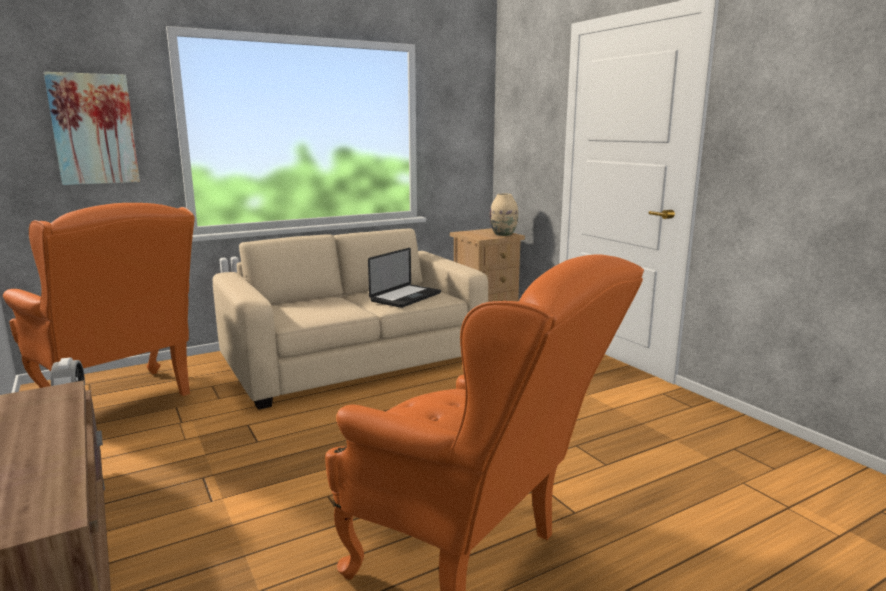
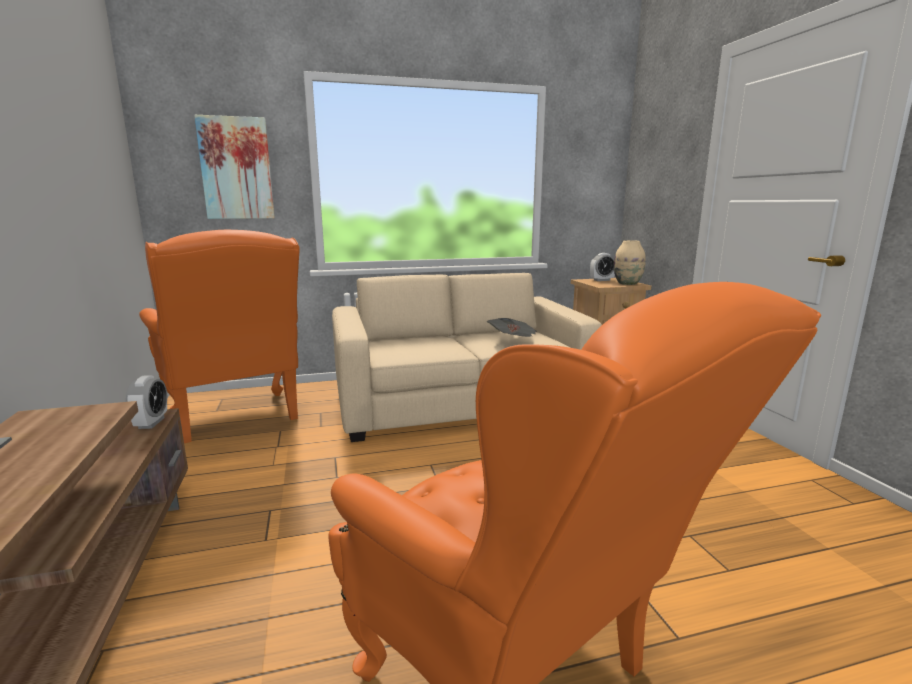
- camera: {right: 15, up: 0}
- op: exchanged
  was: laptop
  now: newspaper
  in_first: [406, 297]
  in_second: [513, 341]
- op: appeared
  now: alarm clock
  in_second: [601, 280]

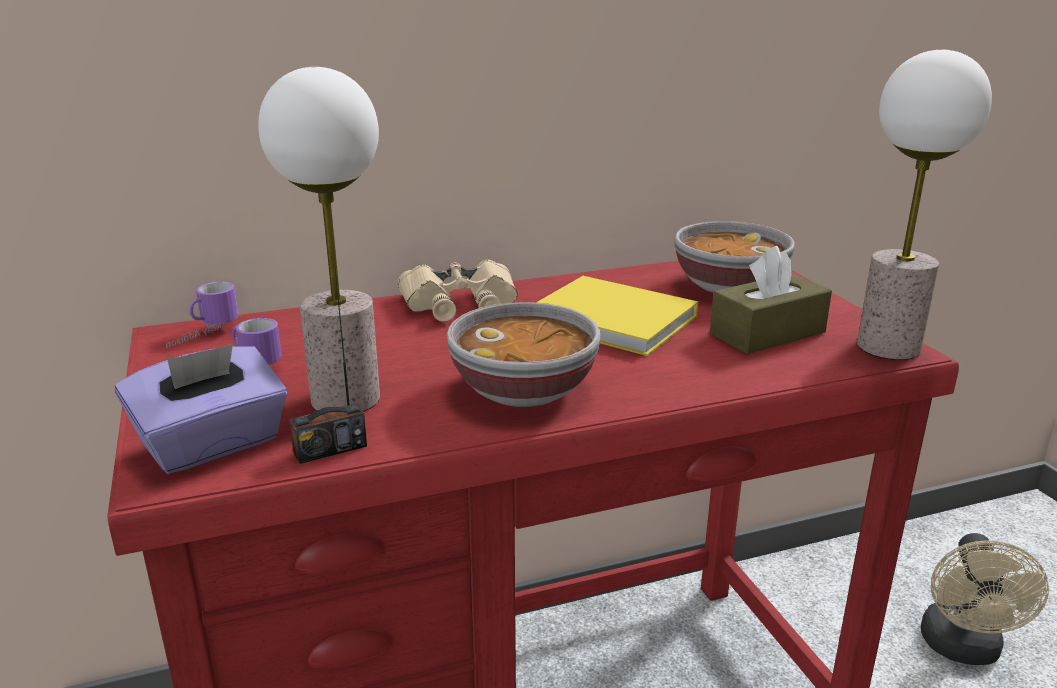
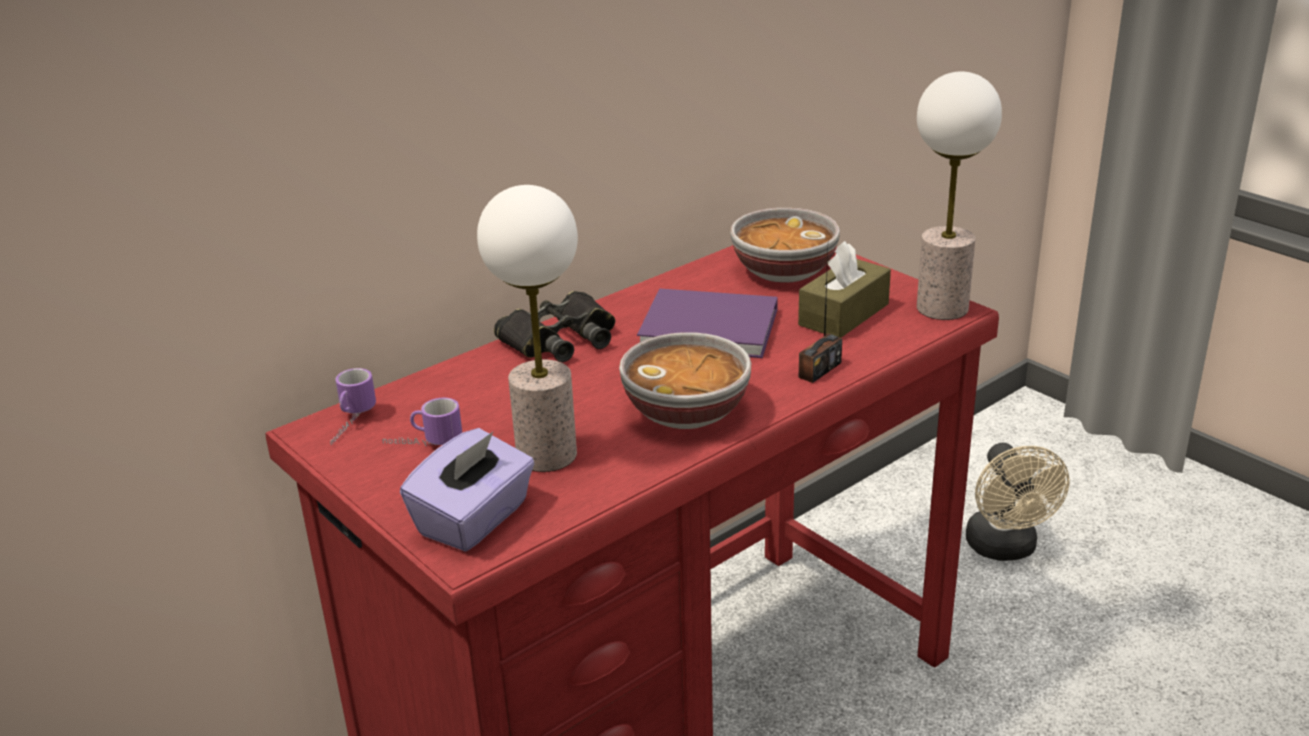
- camera: {right: -20, up: 5}
- op: colour
  was: beige binoculars
  now: black binoculars
  in_first: [460, 303]
  in_second: [560, 339]
- op: relocated
  was: radio
  in_first: [330, 449]
  in_second: [819, 370]
- op: colour
  was: yellow book
  now: purple book
  in_first: [616, 321]
  in_second: [713, 329]

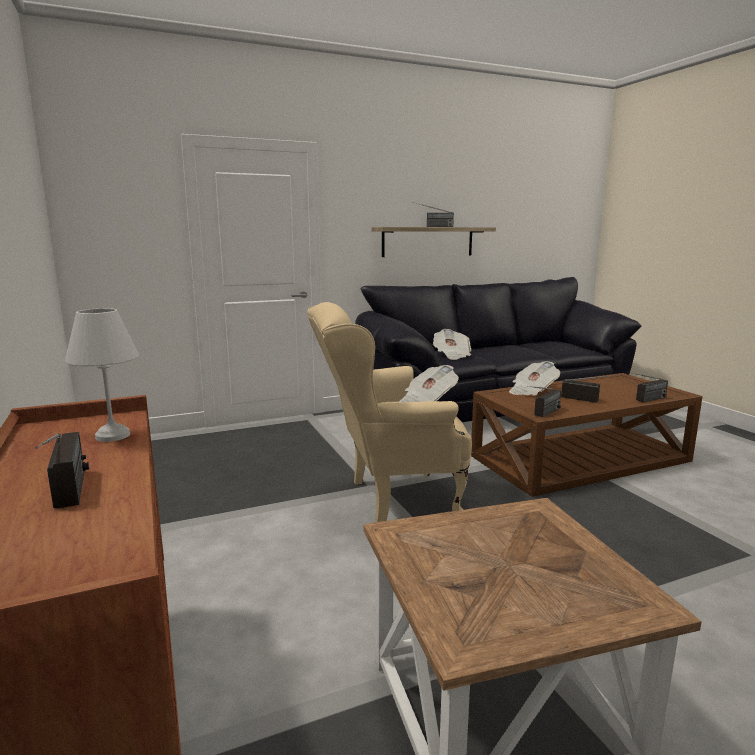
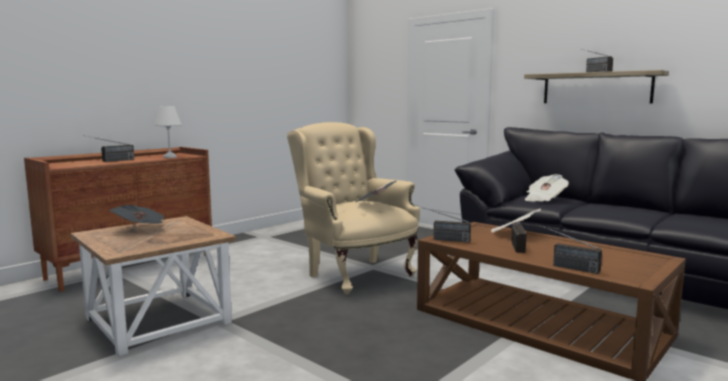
- camera: {right: 65, up: -5}
- op: appeared
  now: newspaper
  in_second: [141, 229]

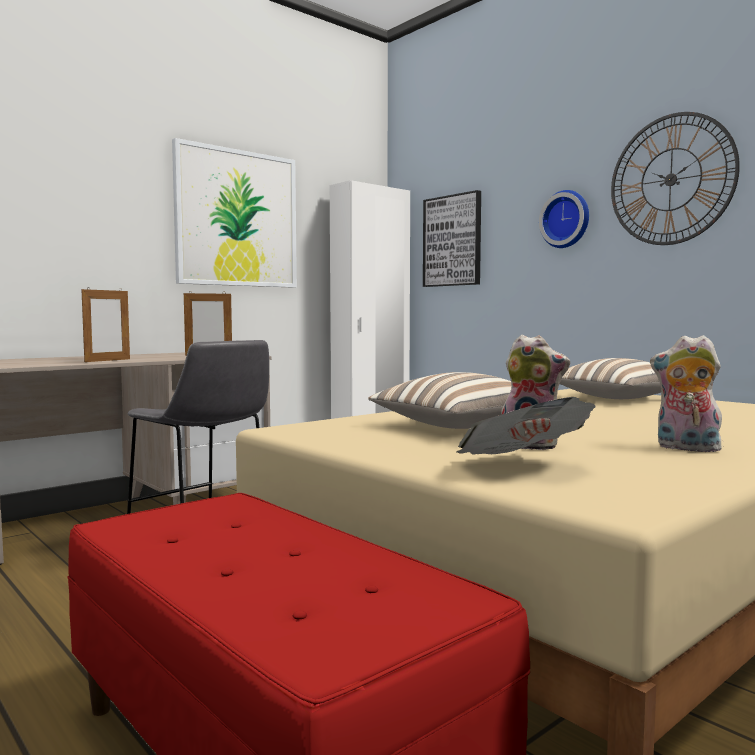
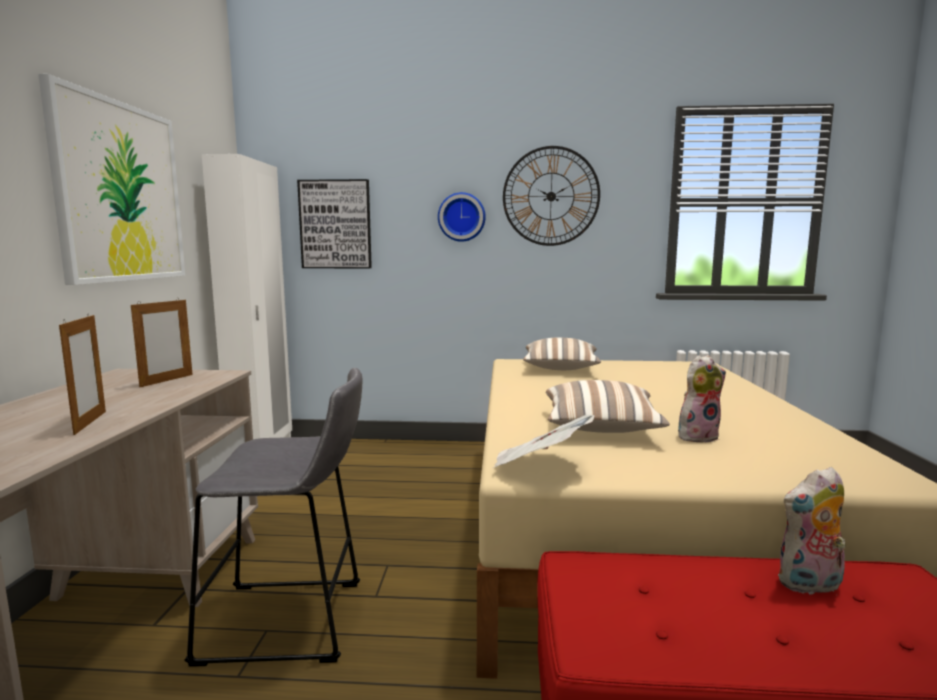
- camera: {right: -45, up: 5}
- op: relocated
  was: plush toy
  in_first: [685, 448]
  in_second: [810, 585]
- op: relocated
  was: newspaper
  in_first: [521, 467]
  in_second: [538, 467]

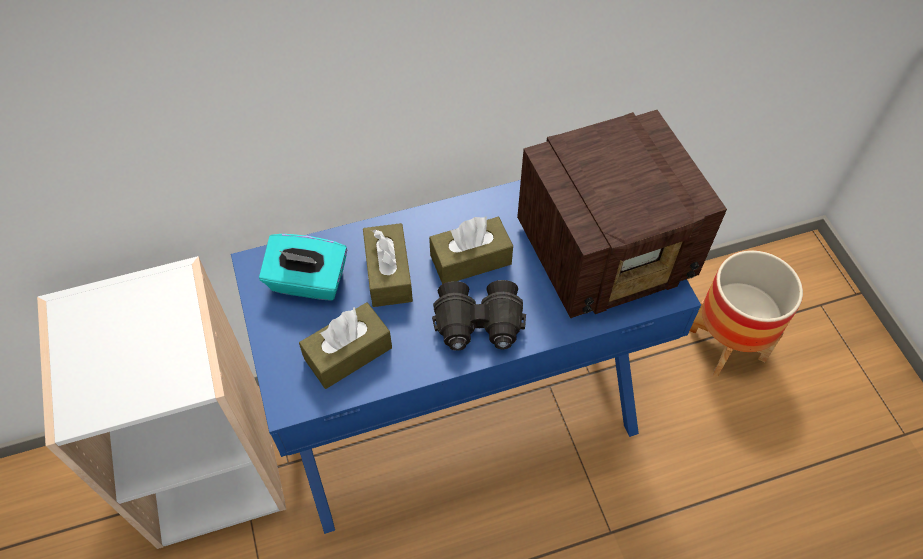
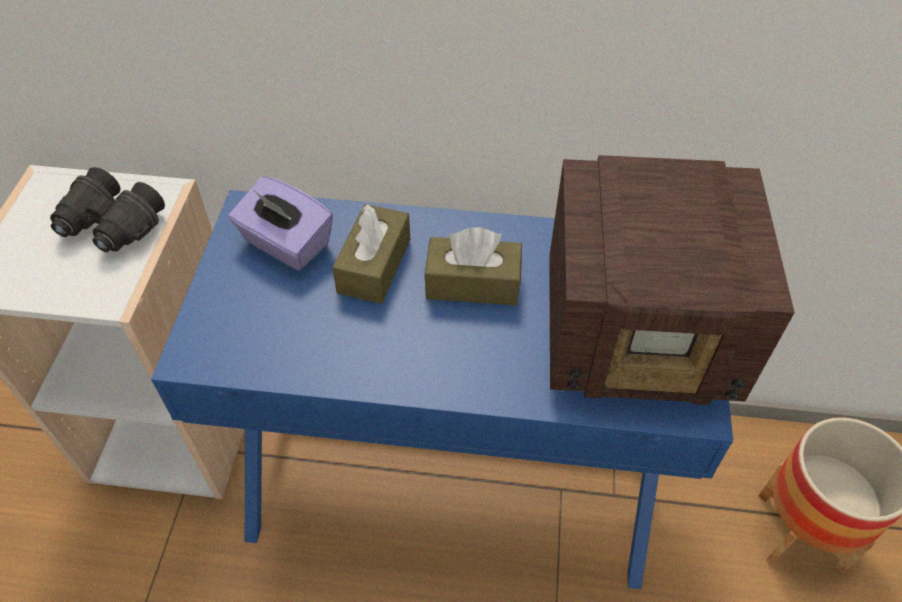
- camera: {right: 25, up: -5}
- op: colour
  was: turquoise tissue box
  now: purple tissue box
  in_first: [308, 282]
  in_second: [286, 244]
- op: relocated
  was: black binoculars
  in_first: [479, 325]
  in_second: [111, 226]
- op: missing
  was: brown tissue box
  in_first: [348, 353]

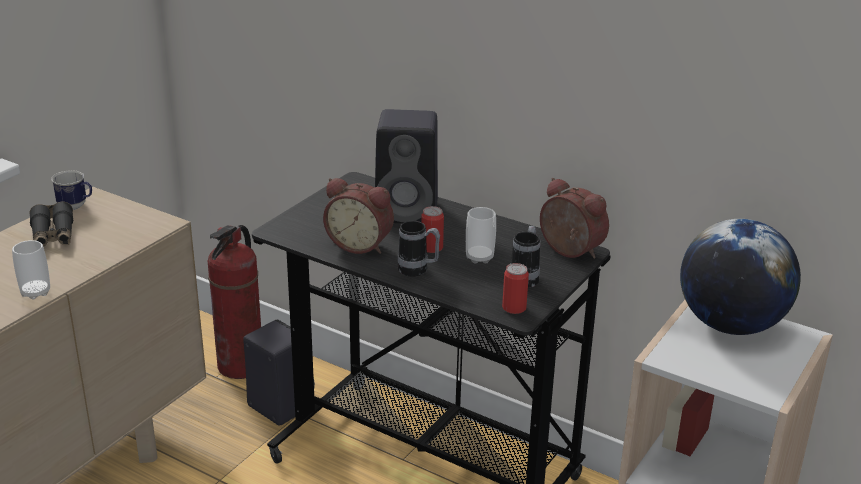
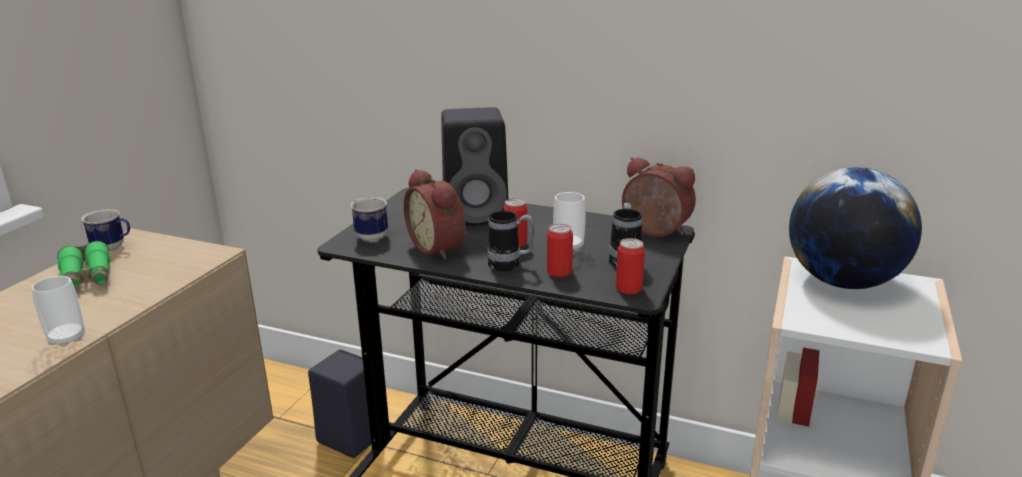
- camera: {right: -10, up: -5}
- op: spun
  was: alarm clock
  in_first: [360, 244]
  in_second: [439, 247]
  clockwise: 45
- op: colour
  was: black binoculars
  now: green binoculars
  in_first: [53, 235]
  in_second: [87, 277]
- op: missing
  was: fire extinguisher
  in_first: [240, 366]
- op: appeared
  now: mug
  in_second: [370, 235]
- op: appeared
  now: can
  in_second: [559, 272]

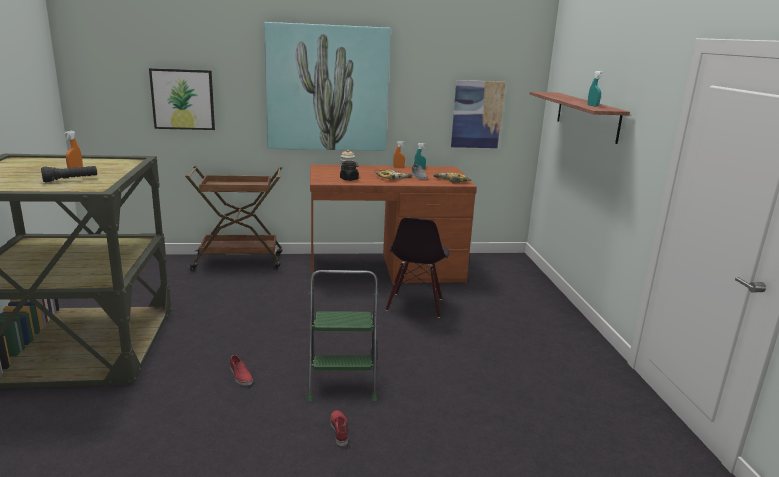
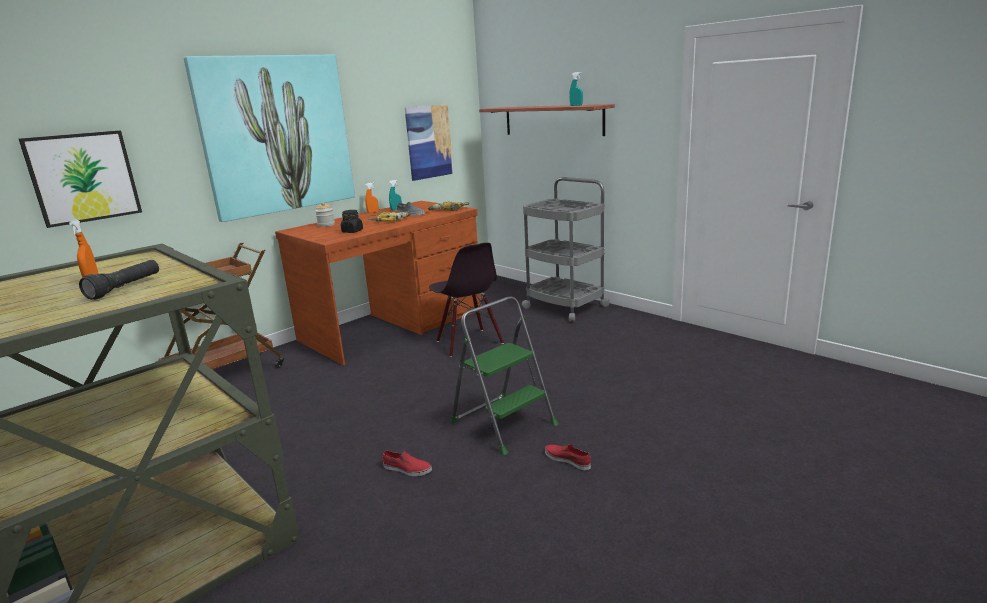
- camera: {right: -35, up: 0}
- op: appeared
  now: grey cart
  in_second: [564, 307]

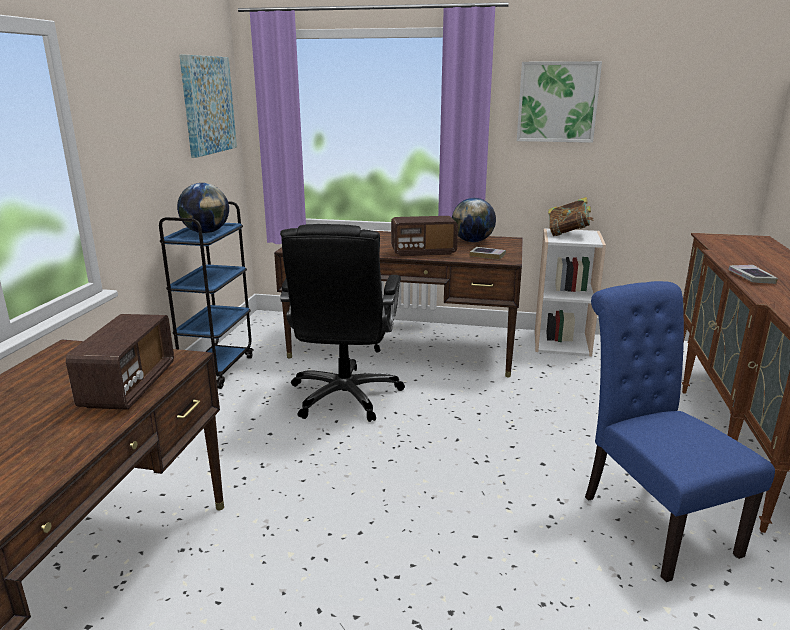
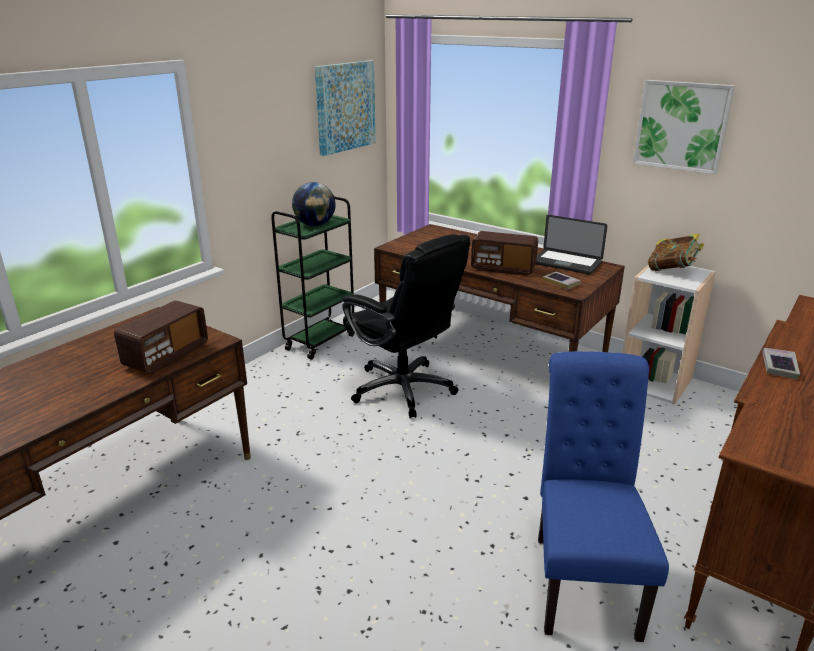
- camera: {right: 25, up: 5}
- op: exchanged
  was: globe
  now: laptop
  in_first: [472, 241]
  in_second: [566, 263]
- op: colour
  was: blue cart
  now: green cart
  in_first: [218, 370]
  in_second: [320, 342]
- op: spun
  was: black office chair
  in_first: [345, 395]
  in_second: [403, 388]
  clockwise: -75

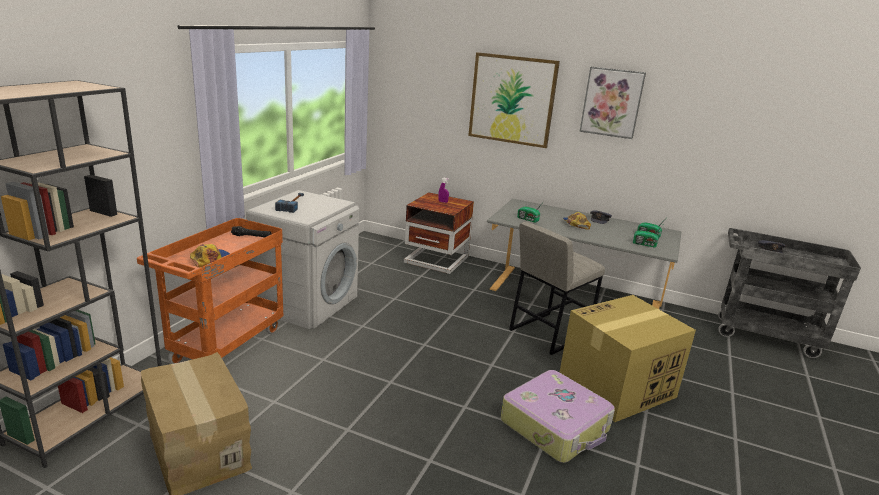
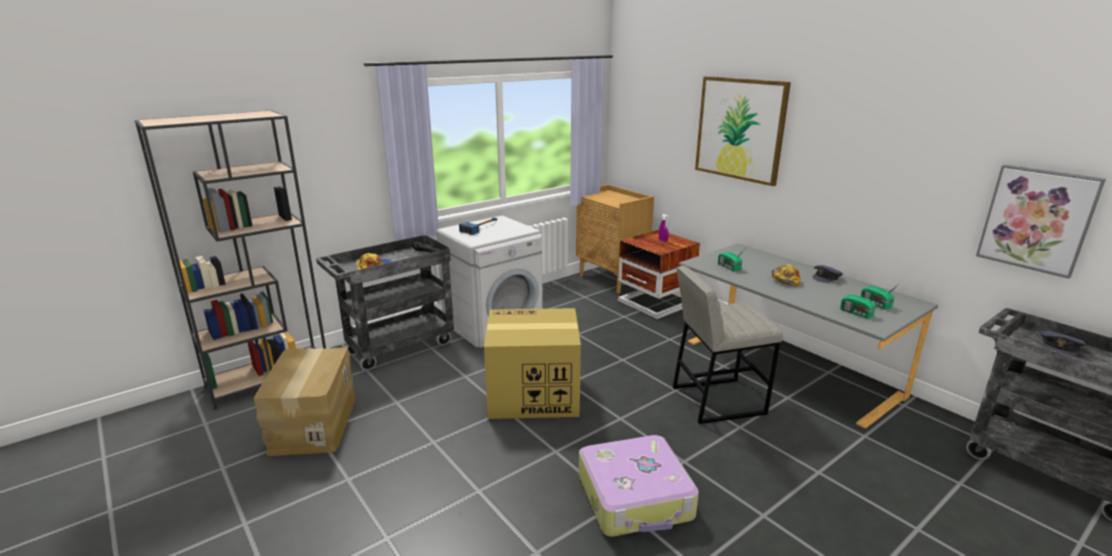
- camera: {right: 30, up: 0}
- op: relocated
  was: picture
  in_first: [611, 102]
  in_second: [1036, 219]
- op: colour
  was: orange cart
  now: black cart
  in_first: [224, 349]
  in_second: [396, 350]
- op: relocated
  was: cardboard box
  in_first: [616, 387]
  in_second: [532, 395]
- op: appeared
  now: brown cabinet
  in_second: [611, 280]

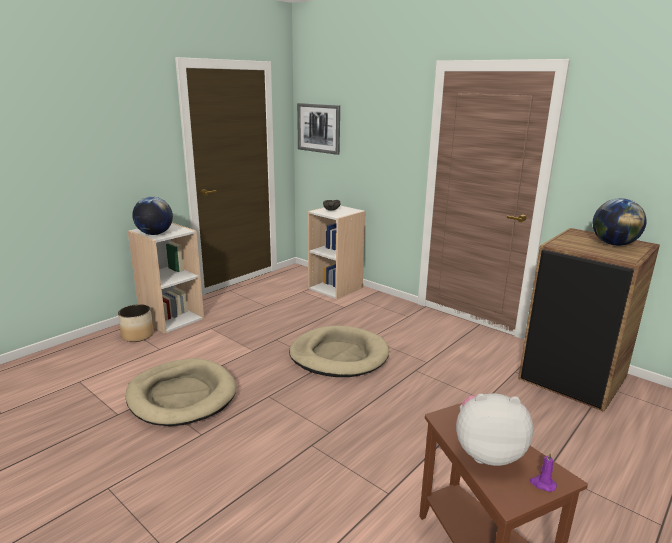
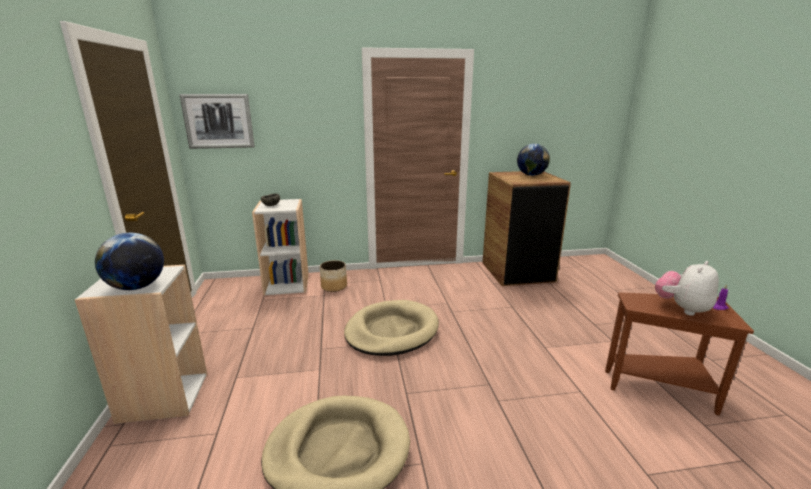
- camera: {right: -50, up: 0}
- op: relocated
  was: planter
  in_first: [138, 335]
  in_second: [334, 286]

